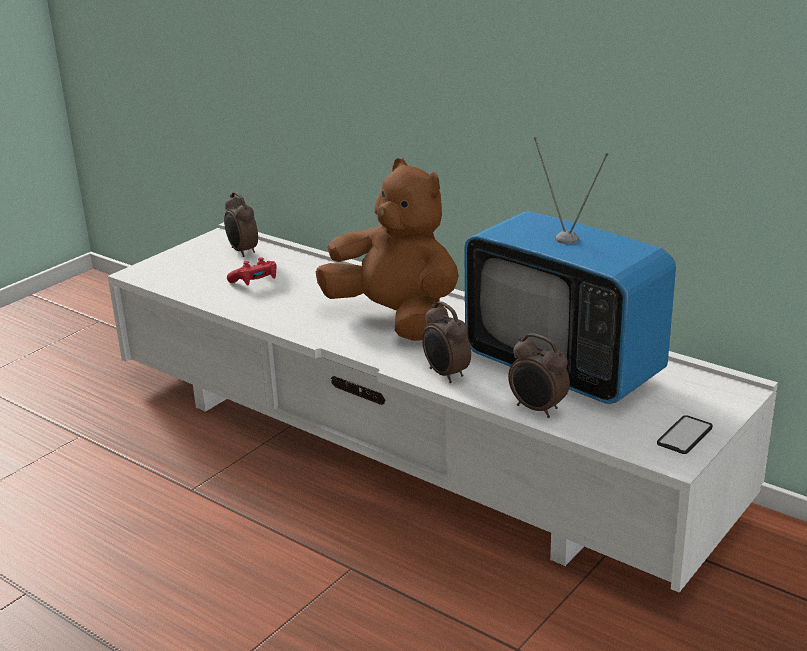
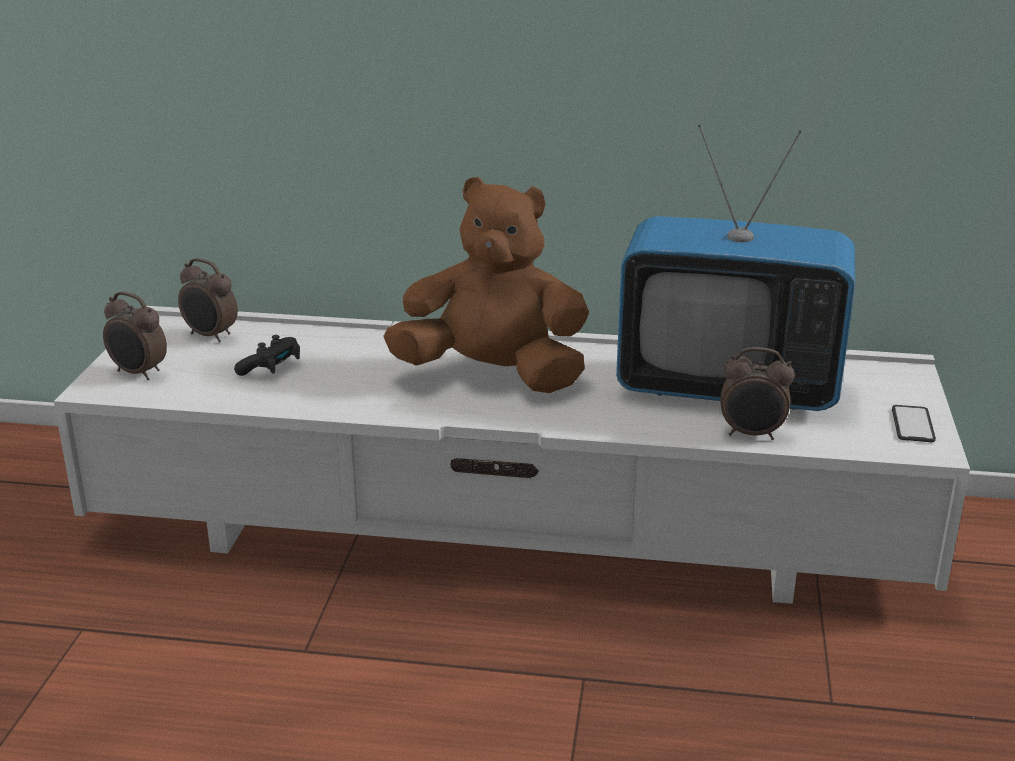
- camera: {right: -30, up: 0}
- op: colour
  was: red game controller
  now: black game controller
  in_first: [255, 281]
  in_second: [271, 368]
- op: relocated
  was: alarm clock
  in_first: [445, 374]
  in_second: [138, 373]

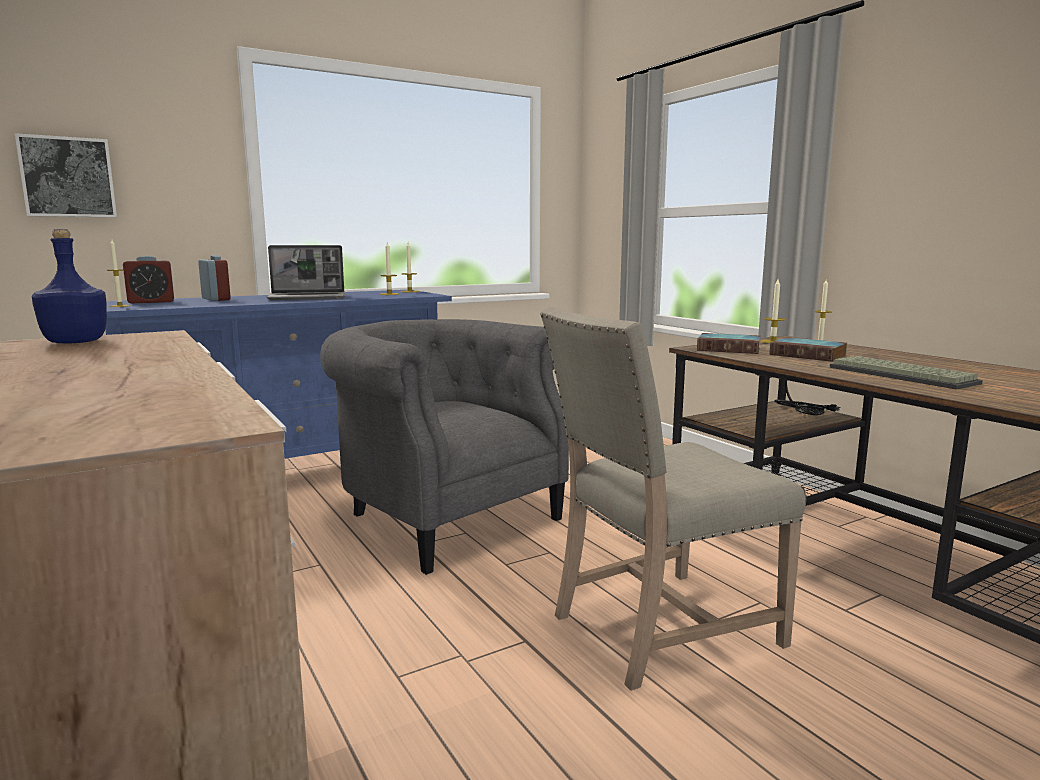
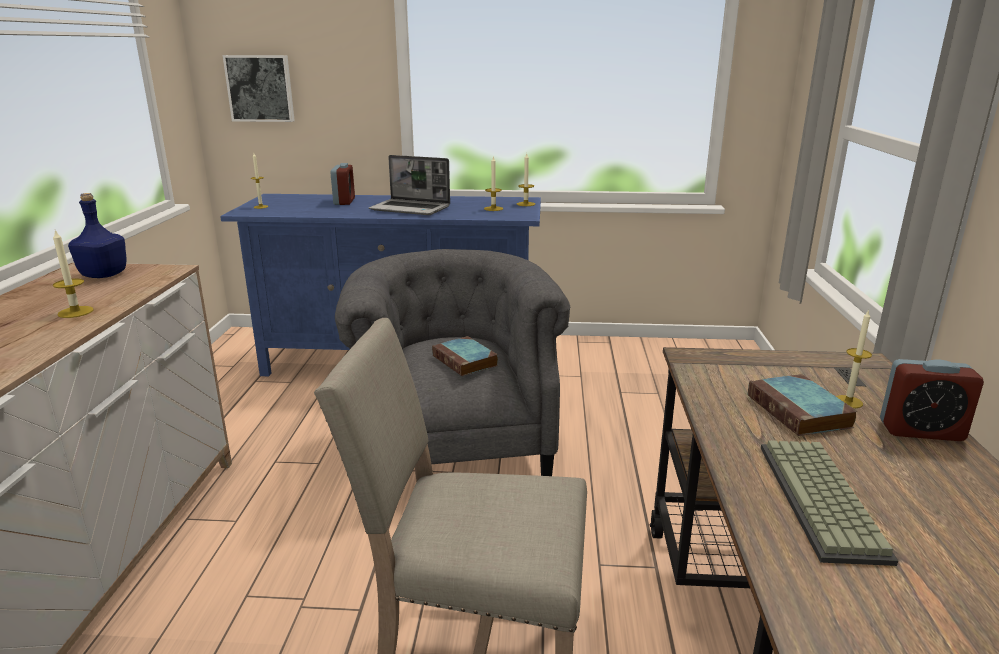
- camera: {right: 35, up: 10}
- op: relocated
  was: alarm clock
  in_first: [151, 302]
  in_second: [921, 431]
- op: relocated
  was: candle
  in_first: [773, 341]
  in_second: [75, 312]
- op: relocated
  was: book
  in_first: [730, 349]
  in_second: [466, 361]

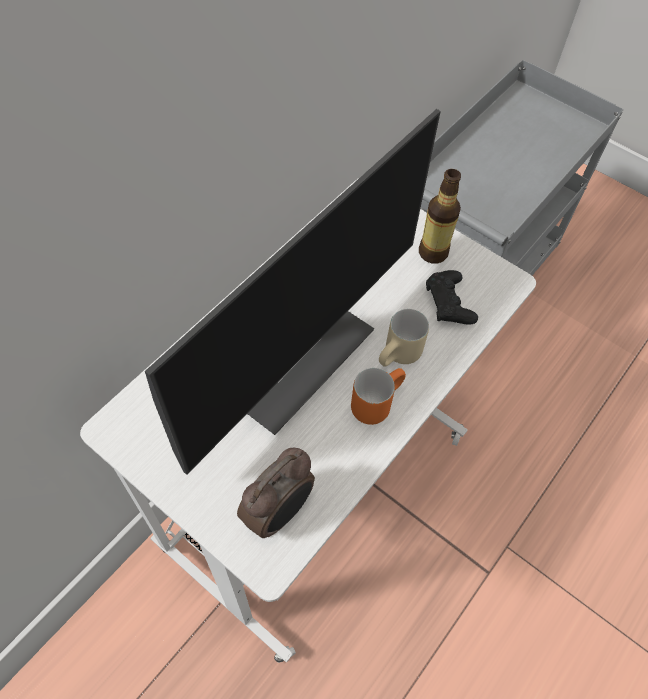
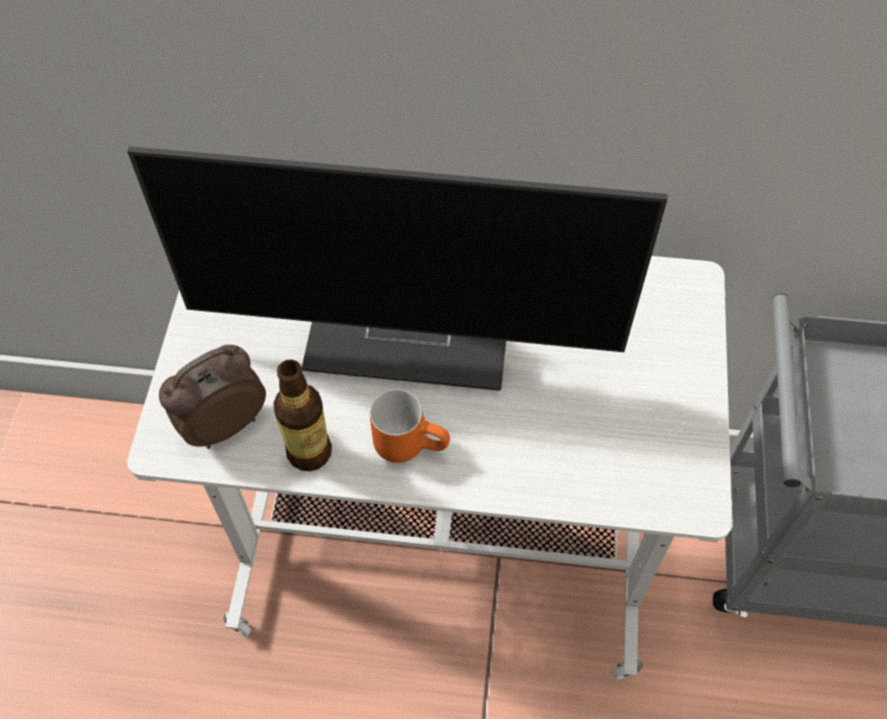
- camera: {right: 60, up: 0}
- op: relocated
  was: bottle
  in_first: [433, 252]
  in_second: [309, 452]
- op: missing
  was: black game controller
  in_first: [449, 303]
- op: missing
  was: beige mug
  in_first: [399, 357]
- op: spun
  was: alarm clock
  in_first: [279, 512]
  in_second: [223, 424]
  clockwise: 135

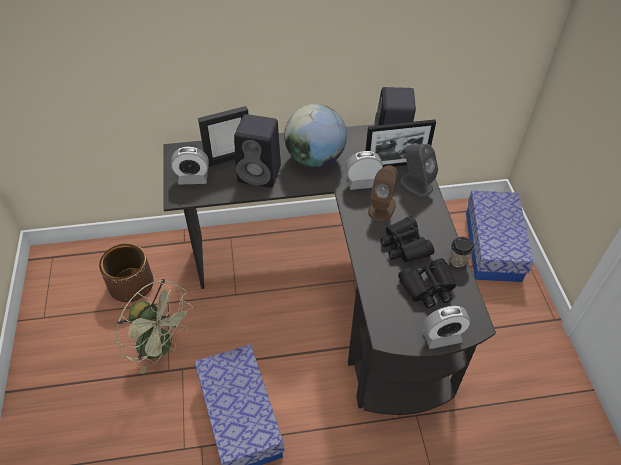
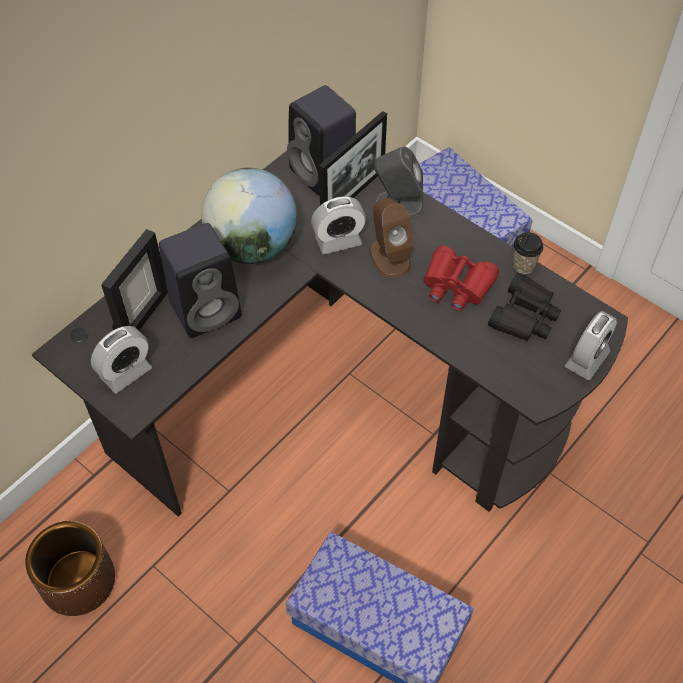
- camera: {right: -40, up: 5}
- op: spun
  was: alarm clock
  in_first: [362, 183]
  in_second: [338, 241]
  clockwise: -150
- op: colour
  was: black binoculars
  now: red binoculars
  in_first: [405, 245]
  in_second: [456, 285]
- op: missing
  was: green fan
  in_first: [161, 346]

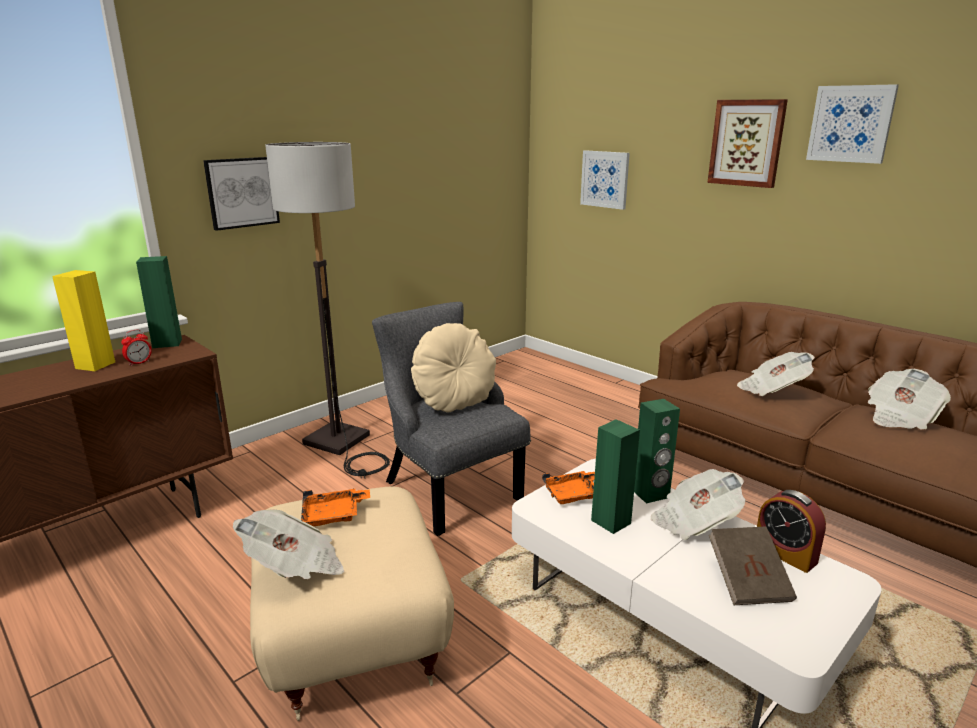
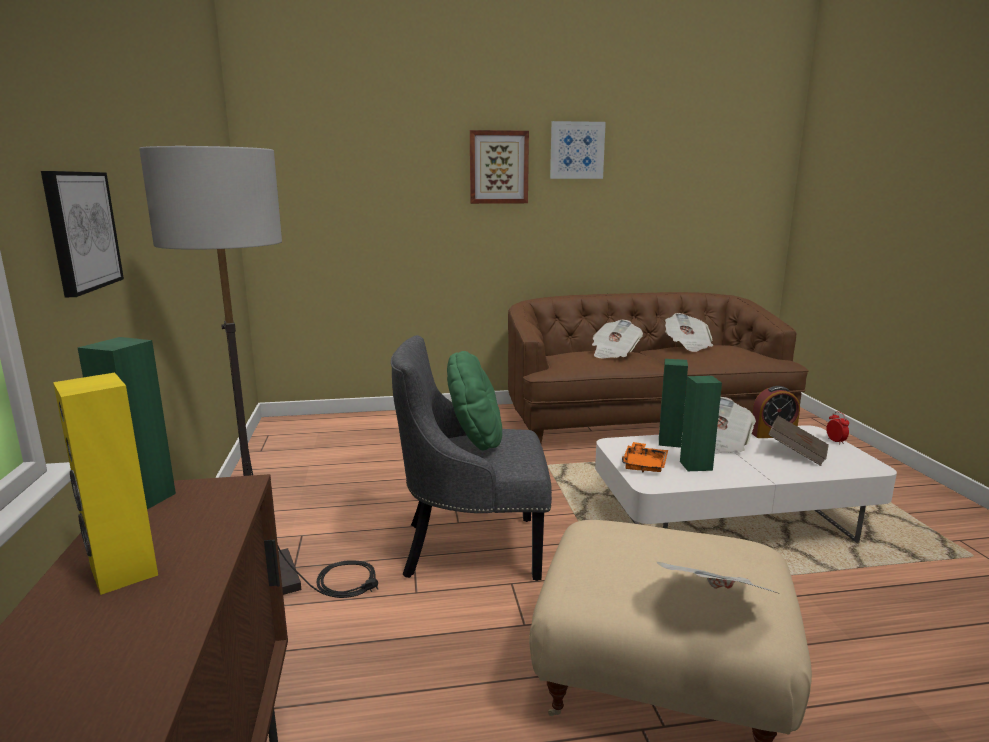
- camera: {right: -55, up: -5}
- op: missing
  was: picture
  in_first: [605, 179]
- op: colour
  was: beige pillow
  now: green pillow
  in_first: [455, 404]
  in_second: [475, 442]
- op: relocated
  was: alarm clock
  in_first: [139, 363]
  in_second: [835, 441]
- op: missing
  was: orange tray
  in_first: [334, 515]

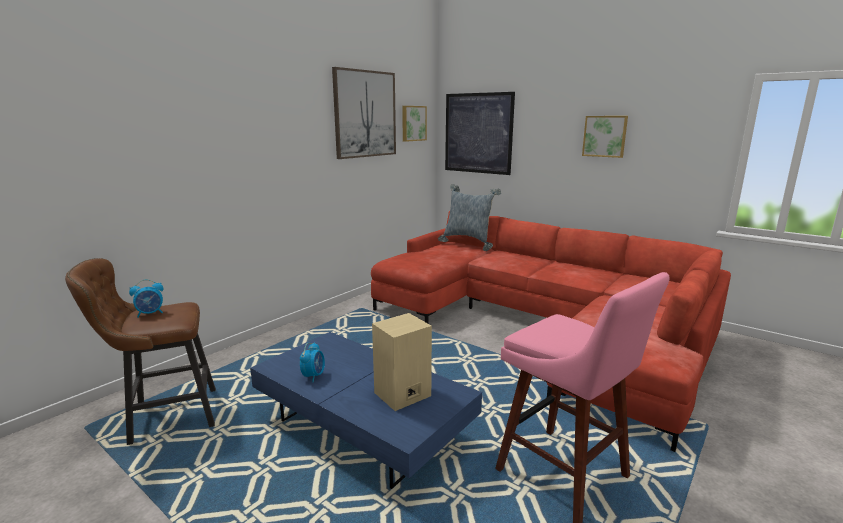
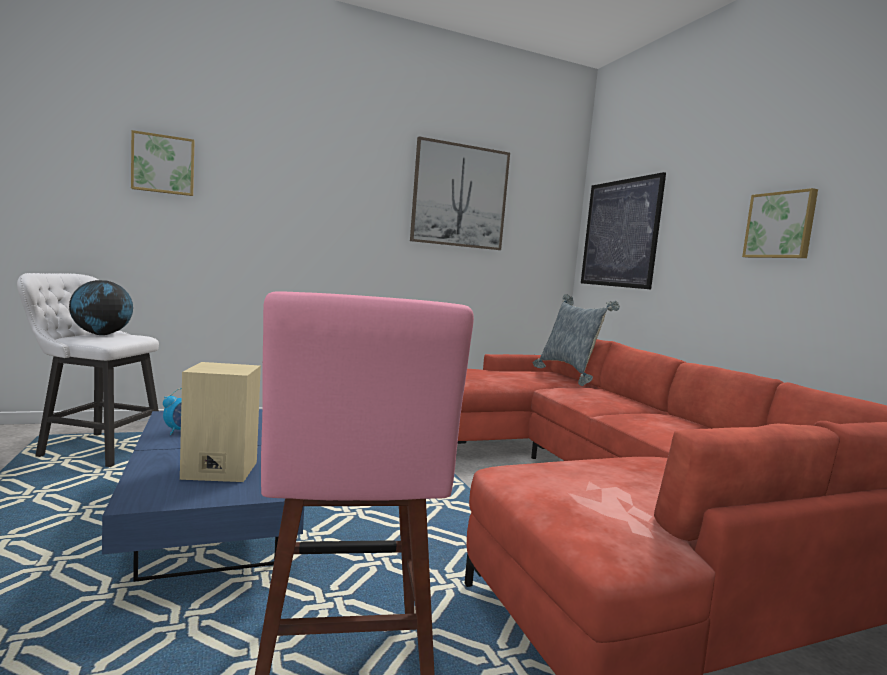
- camera: {right: 30, up: -10}
- op: relocated
  was: picture
  in_first: [413, 123]
  in_second: [163, 164]
- op: colour
  was: brown stool
  now: white stool
  in_first: [161, 417]
  in_second: [91, 448]
- op: exchanged
  was: alarm clock
  now: globe
  in_first: [150, 314]
  in_second: [102, 334]

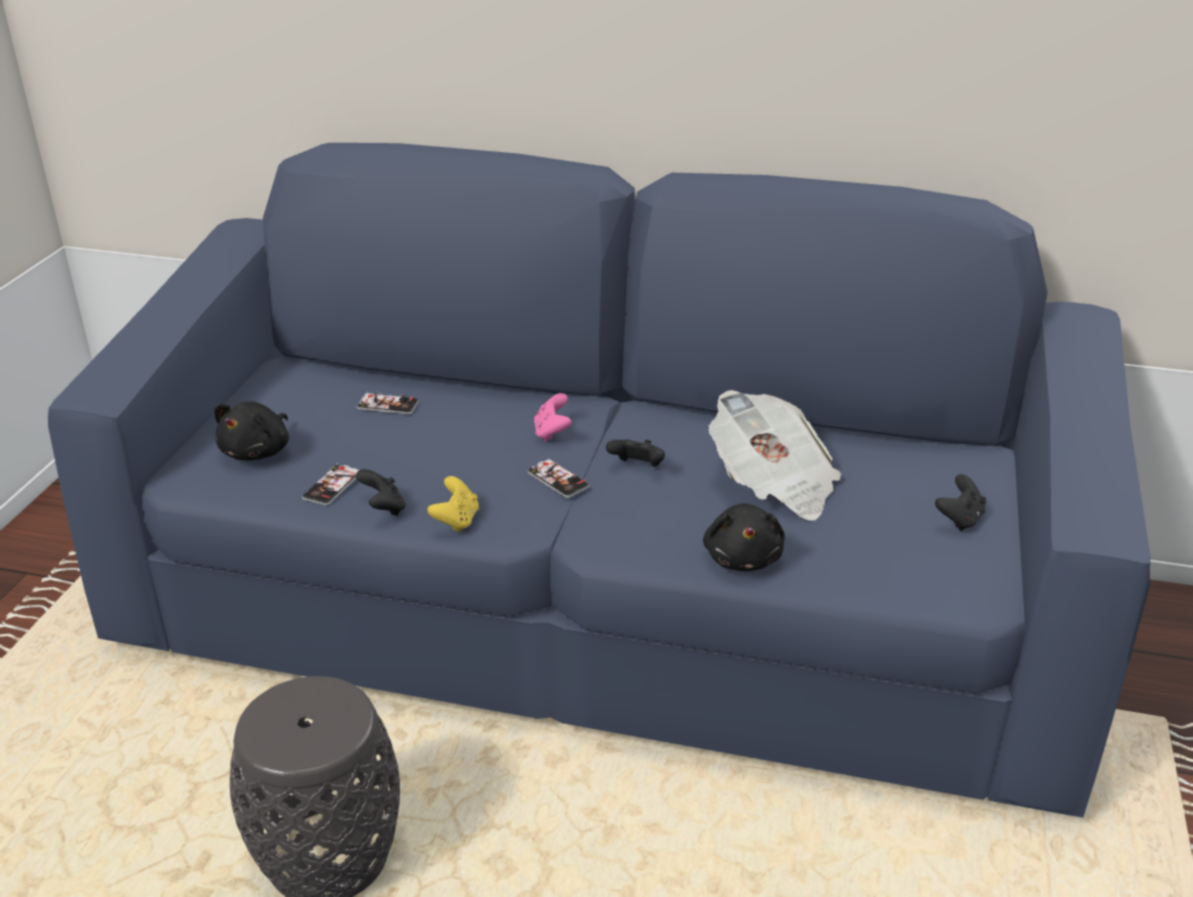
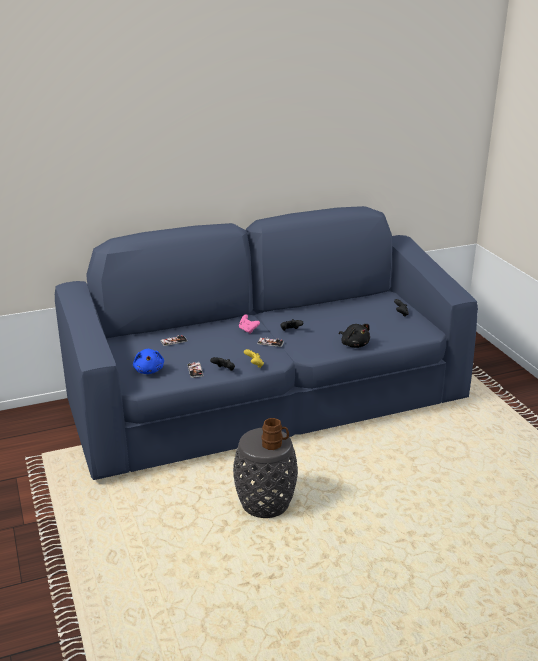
- camera: {right: -35, up: -5}
- op: missing
  was: newspaper
  in_first: [773, 484]
- op: colour
  was: black plush toy
  now: blue plush toy
  in_first: [258, 451]
  in_second: [149, 370]
- op: appeared
  now: brown mug
  in_second: [275, 444]

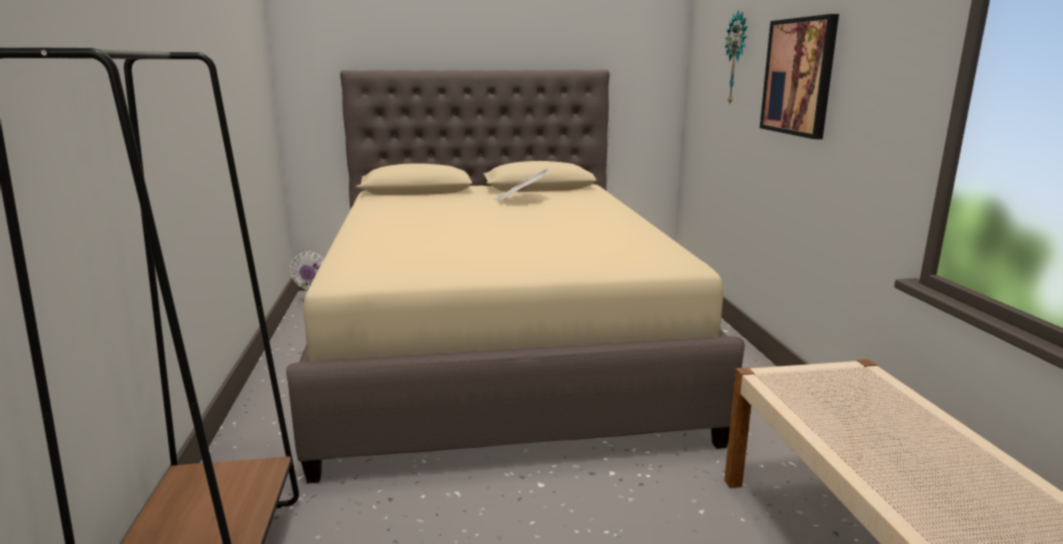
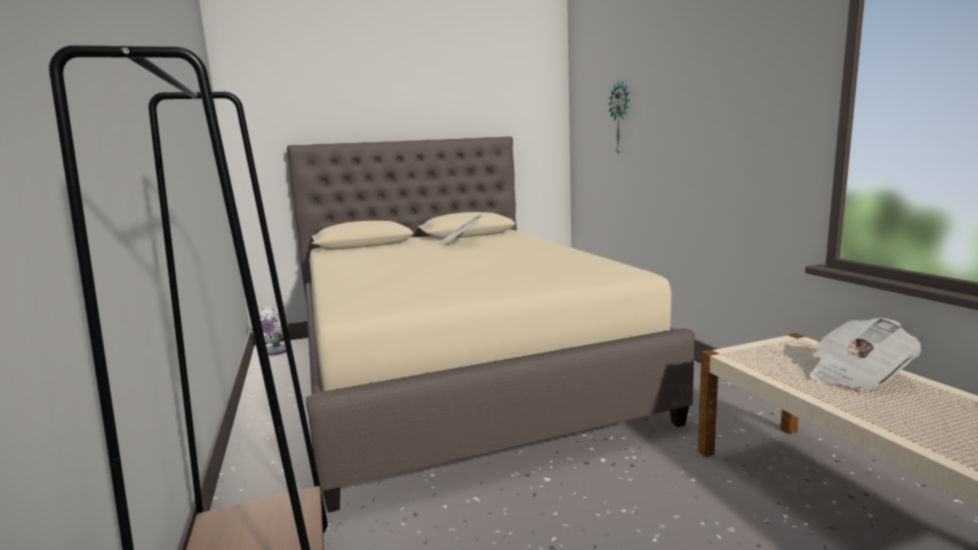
- camera: {right: -10, up: -5}
- op: missing
  was: picture
  in_first: [799, 77]
- op: appeared
  now: newspaper
  in_second: [856, 376]

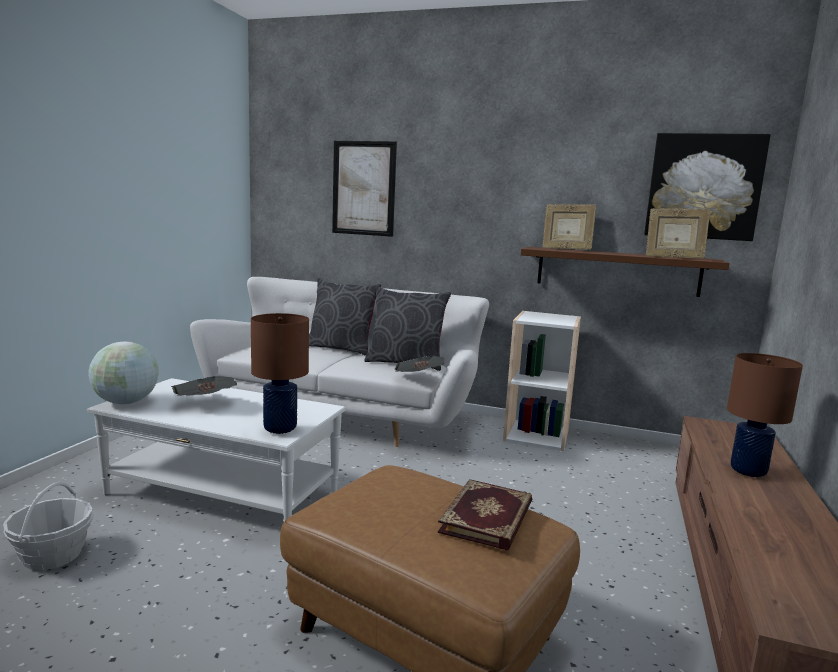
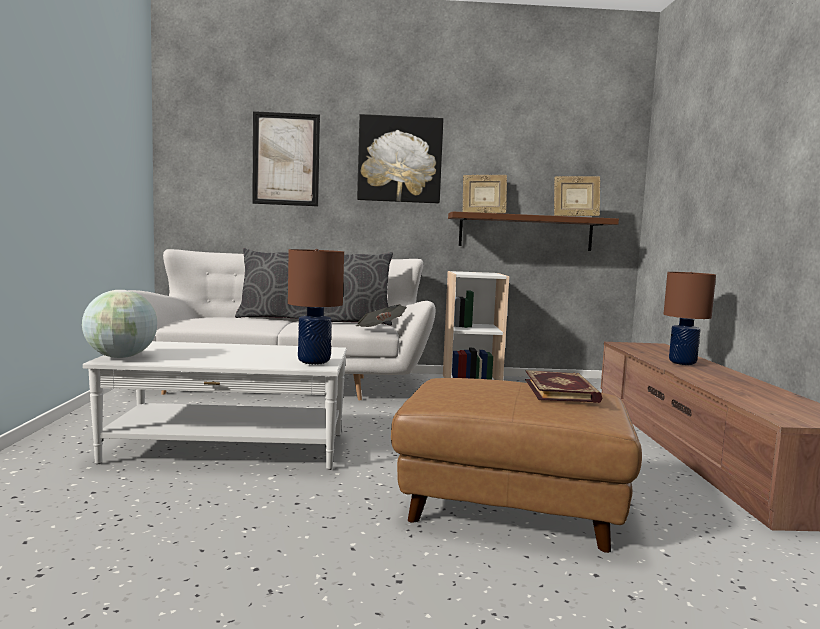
- camera: {right: -20, up: -5}
- op: relocated
  was: picture
  in_first: [703, 187]
  in_second: [399, 159]
- op: missing
  was: newspaper
  in_first: [205, 403]
- op: missing
  was: basket
  in_first: [53, 555]

